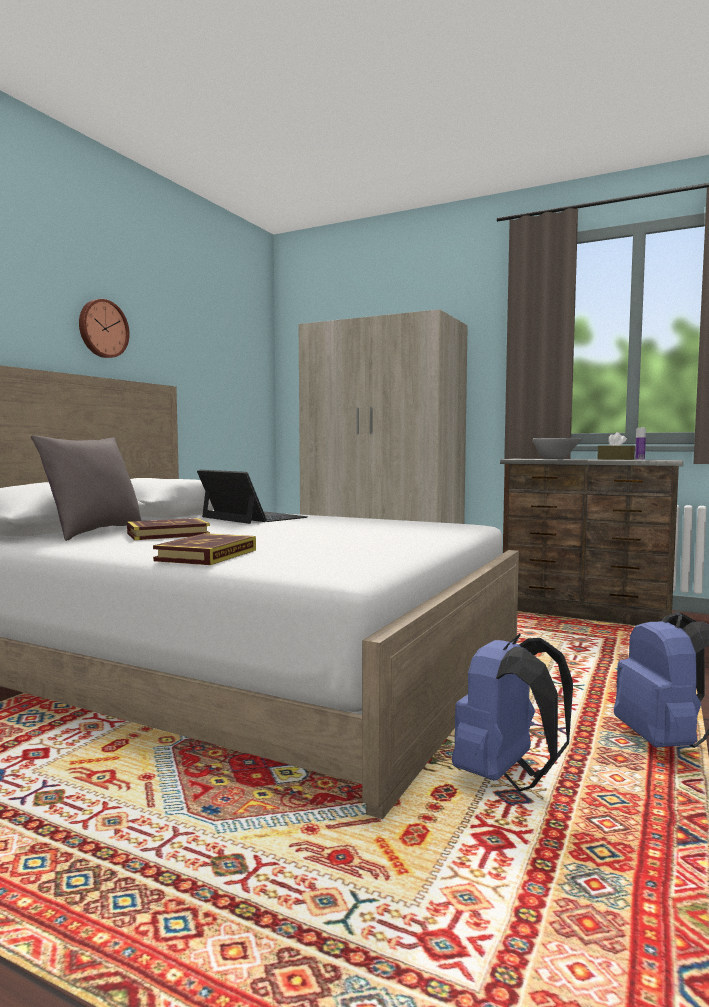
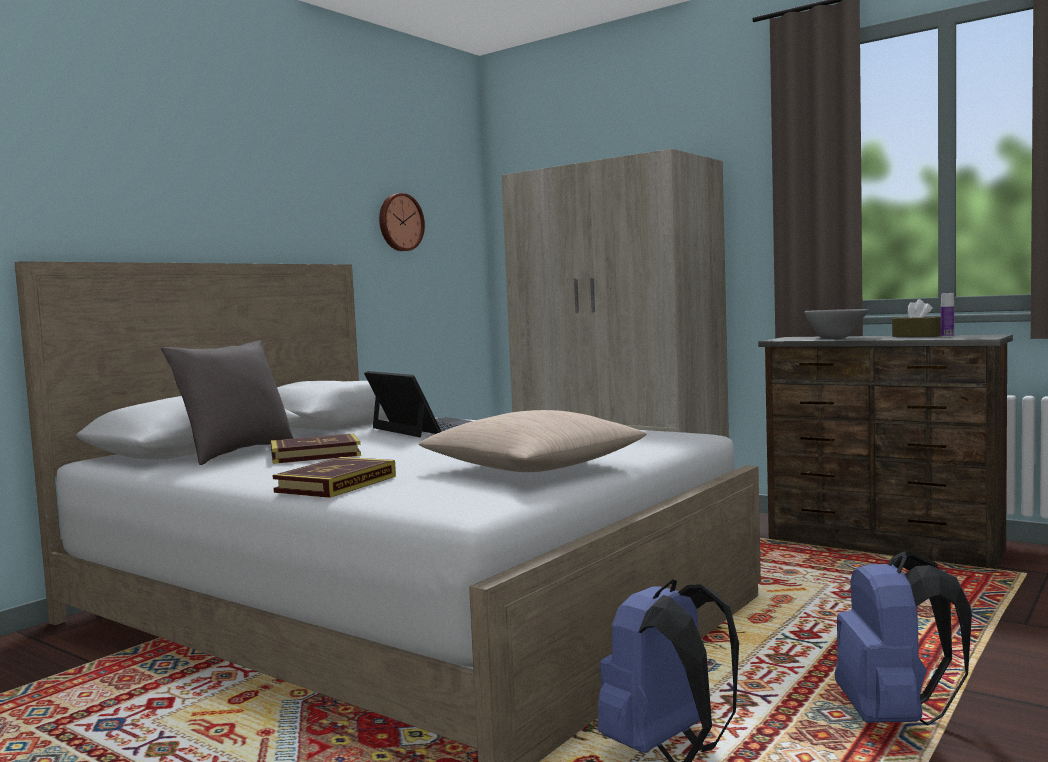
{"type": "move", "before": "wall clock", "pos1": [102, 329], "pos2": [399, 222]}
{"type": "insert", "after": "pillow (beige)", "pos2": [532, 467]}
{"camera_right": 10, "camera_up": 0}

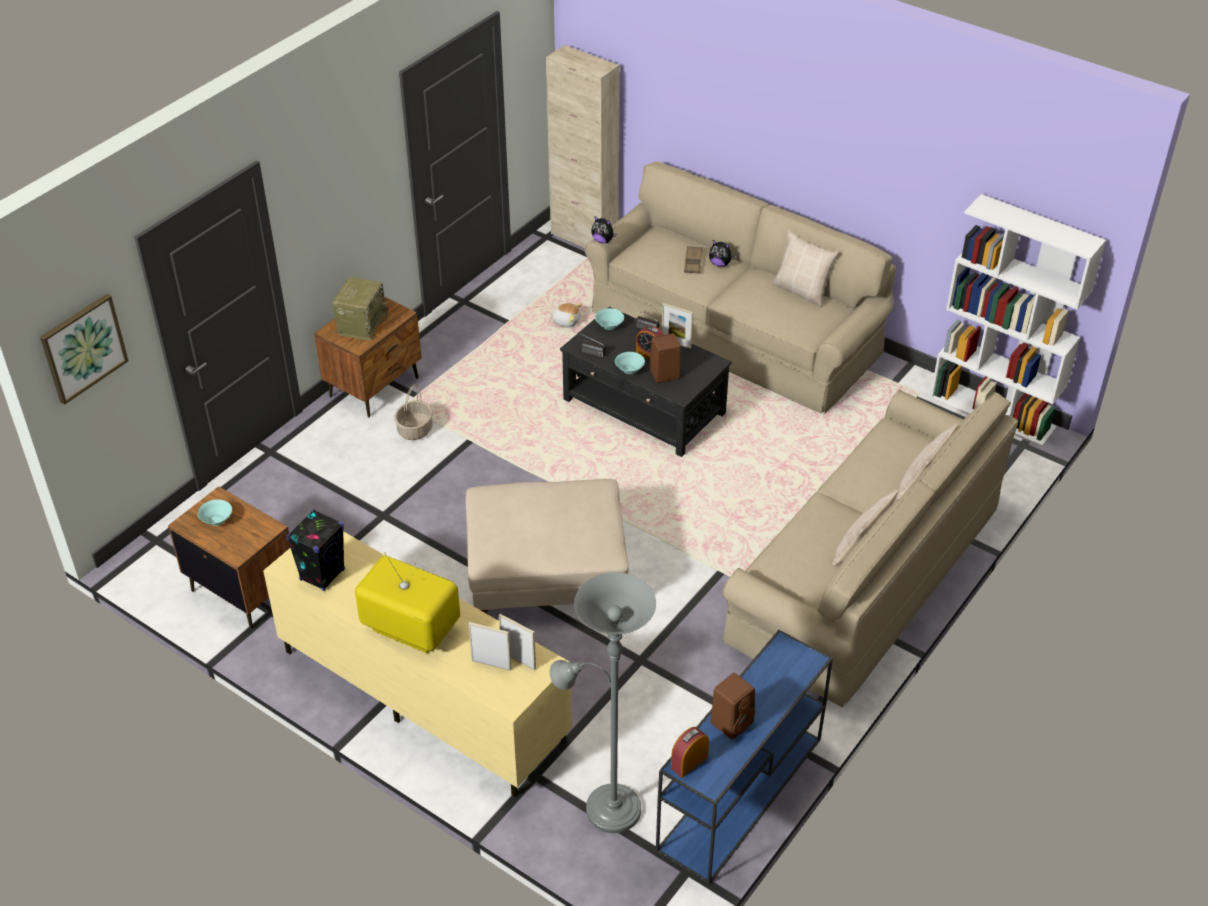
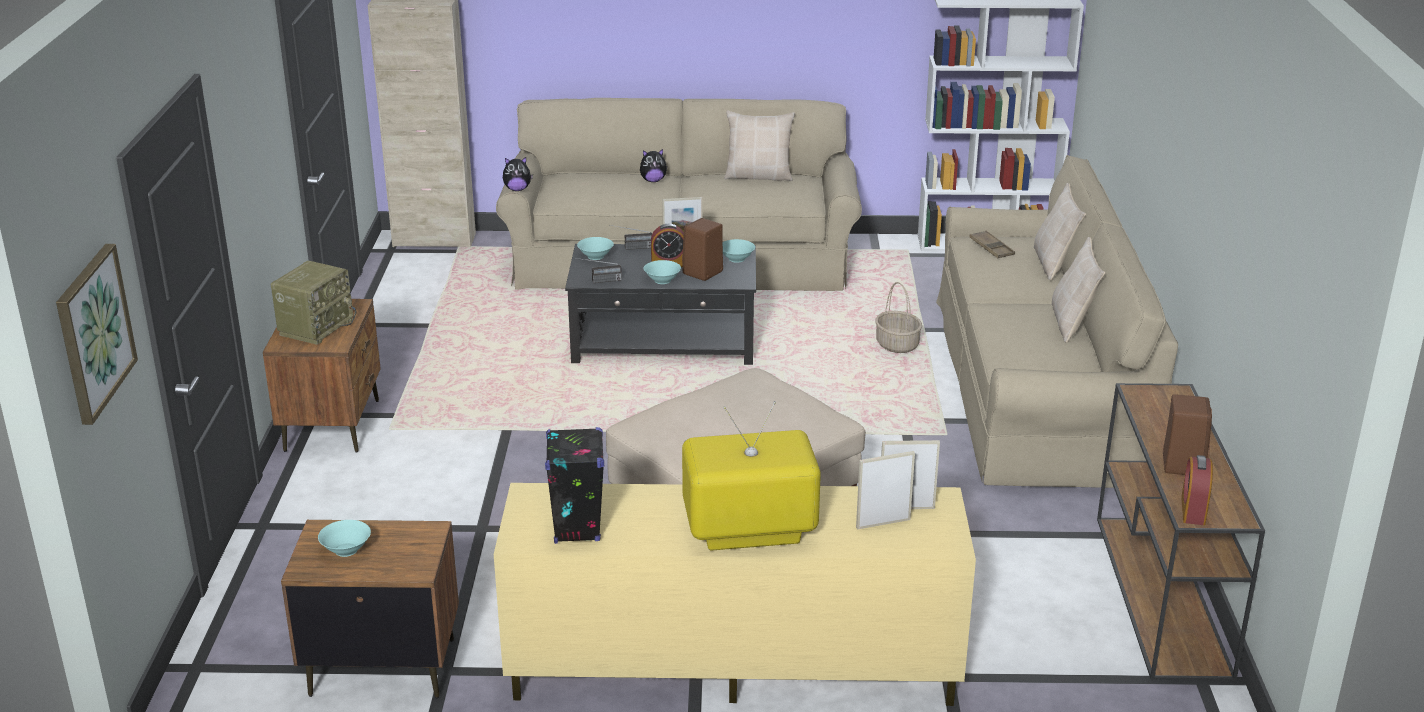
{"type": "move", "before": "tray (brown)", "pos1": [693, 262], "pos2": [991, 248]}
{"type": "rotate", "before": "radio", "pos1": [362, 324], "pos2": [316, 327], "turn": 45}
{"type": "delete", "before": "plush toy", "pos1": [566, 321]}
{"type": "move", "before": "basket", "pos1": [415, 429], "pos2": [896, 344]}
{"type": "delete", "before": "floor lamp (grey)", "pos1": [606, 807]}
{"type": "recolor", "before": "console table (blue)", "after": "console table (brown)", "pos1": [739, 795], "pos2": [1162, 596]}
{"type": "insert", "after": "bowl (turquoise)", "pos2": [737, 259]}
{"camera_right": -35, "camera_up": -15}

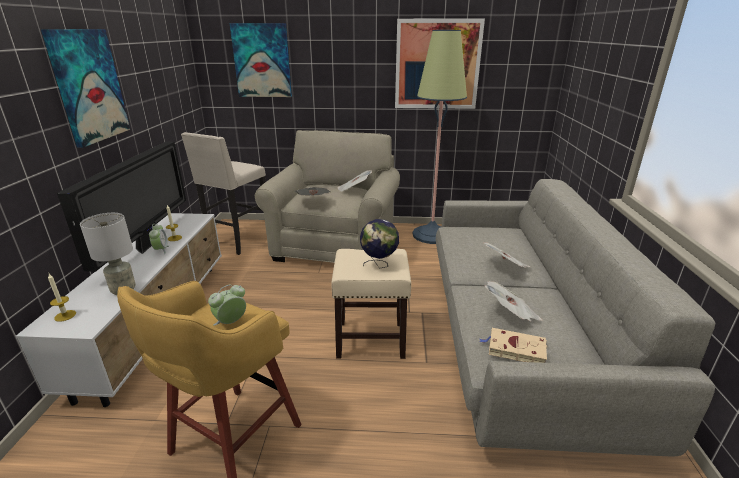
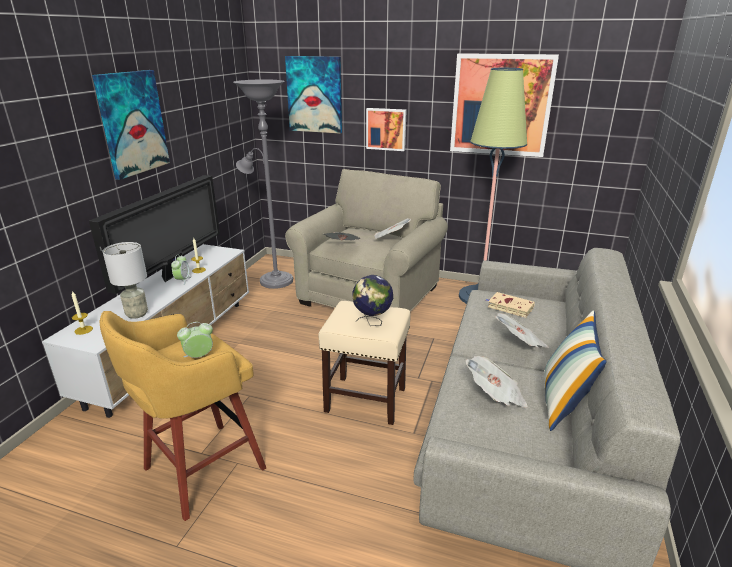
{"type": "replace", "before": "stool (beige)", "after": "floor lamp (grey)", "pos1": [237, 242], "pos2": [273, 280]}
{"type": "move", "before": "book (beige)", "pos1": [514, 349], "pos2": [509, 307]}
{"type": "insert", "after": "picture", "pos2": [386, 129]}
{"type": "insert", "after": "pillow", "pos2": [564, 403]}
{"camera_right": 15, "camera_up": 0}

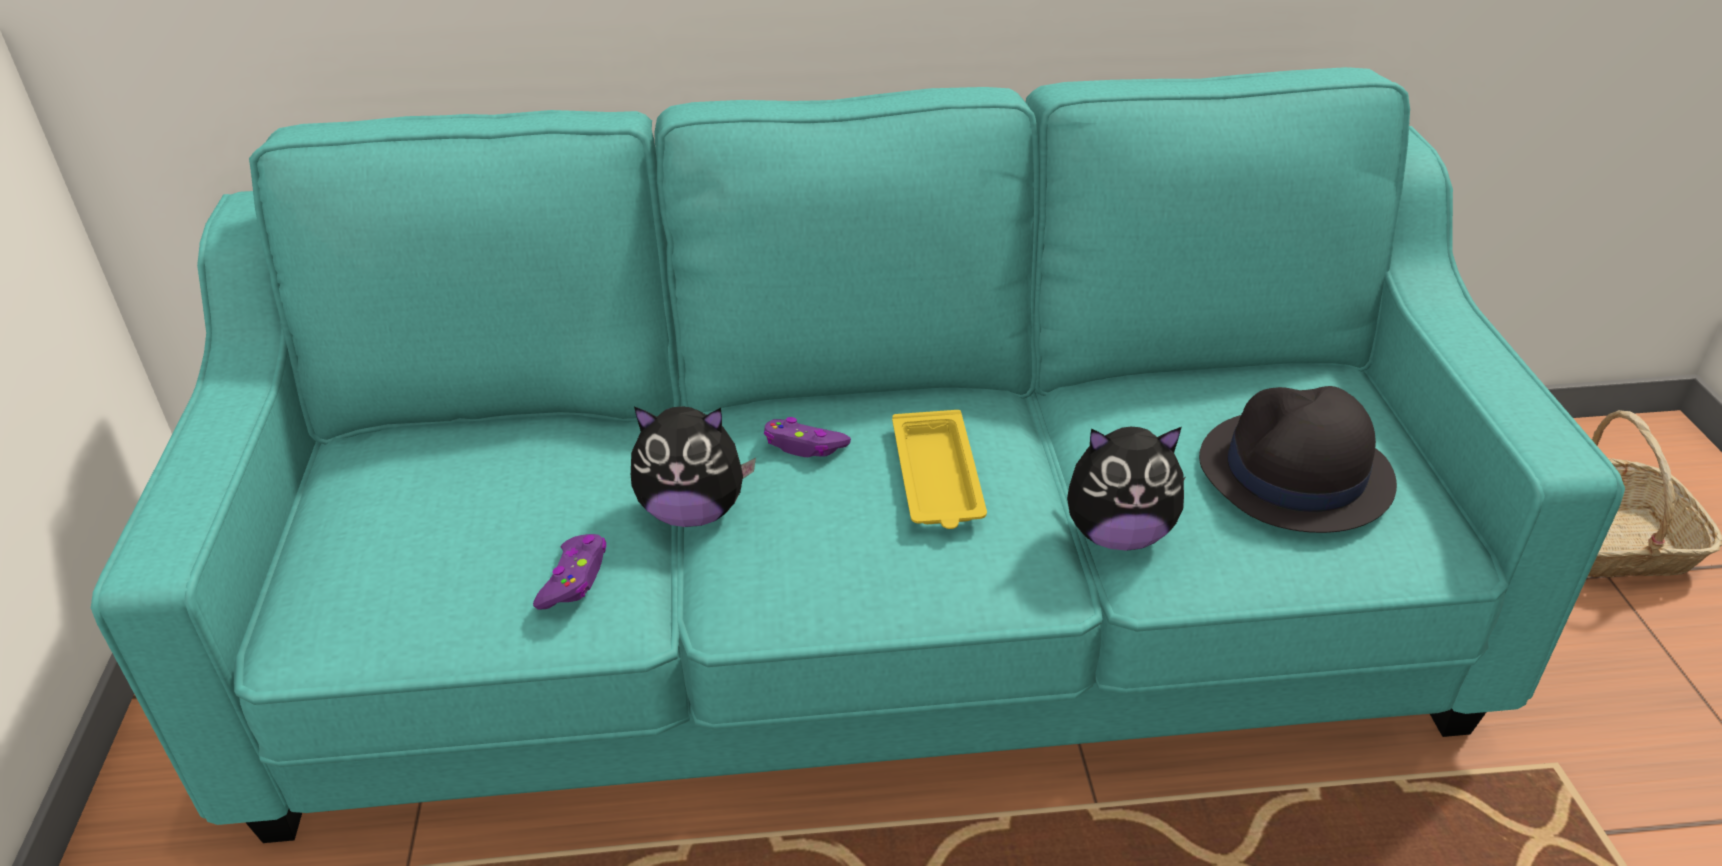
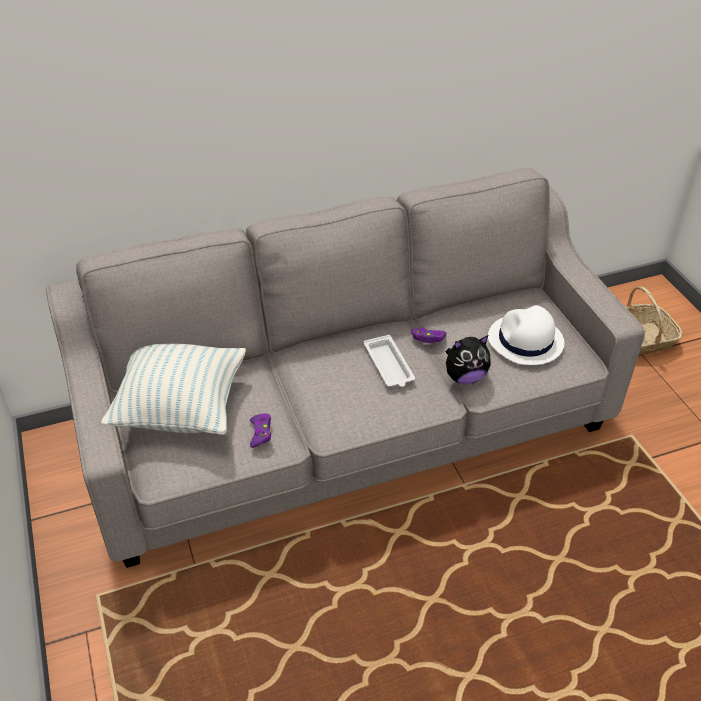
{"type": "recolor", "before": "sofa (turquoise)", "after": "sofa (grey)", "pos1": [867, 633], "pos2": [351, 431]}
{"type": "recolor", "before": "hat (black)", "after": "hat (white)", "pos1": [1294, 474], "pos2": [525, 341]}
{"type": "delete", "before": "plush toy", "pos1": [693, 512]}
{"type": "recolor", "before": "tray (yellow)", "after": "tray (white)", "pos1": [937, 479], "pos2": [389, 366]}
{"type": "move", "before": "game controller (purple)", "pos1": [804, 446], "pos2": [428, 338]}
{"type": "insert", "after": "pillow", "pos2": [181, 409]}
{"camera_right": -15, "camera_up": 5}

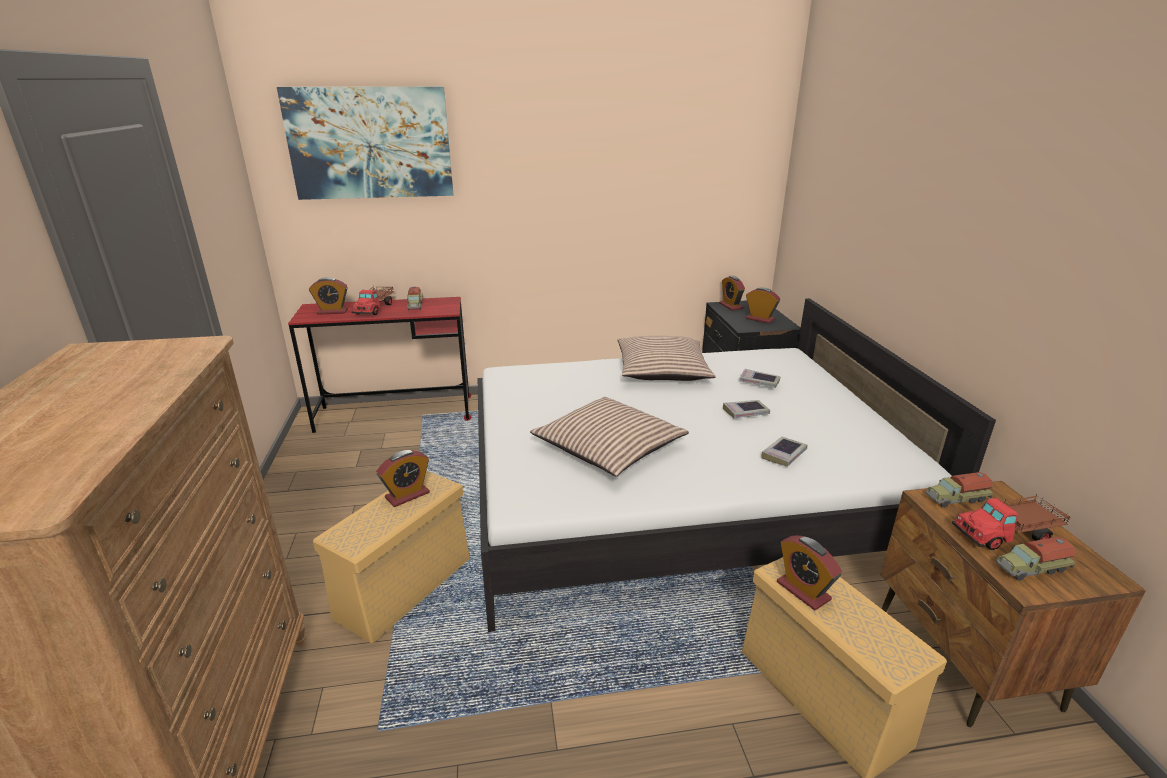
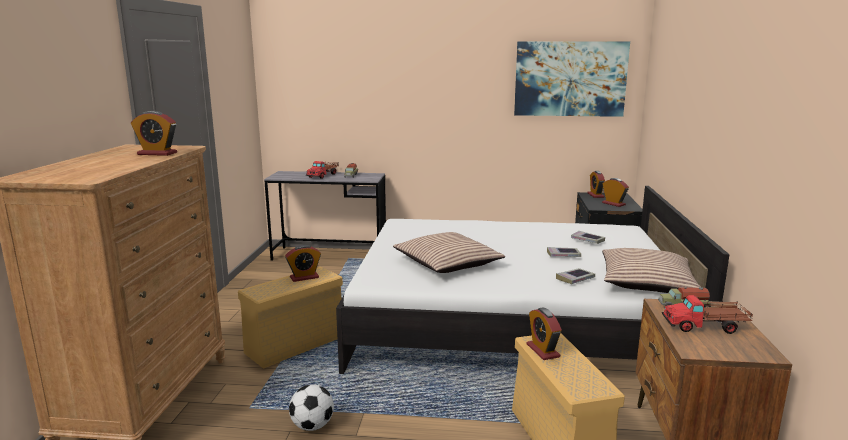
{"type": "move", "before": "picture", "pos1": [370, 143], "pos2": [570, 79]}
{"type": "move", "before": "alarm clock", "pos1": [332, 311], "pos2": [157, 153]}
{"type": "recolor", "before": "desk (red)", "after": "desk (grey)", "pos1": [395, 414], "pos2": [330, 255]}
{"type": "move", "before": "pillow", "pos1": [662, 370], "pos2": [647, 282]}
{"type": "delete", "before": "toy truck", "pos1": [1031, 568]}
{"type": "insert", "after": "football", "pos2": [312, 426]}
{"camera_right": 15, "camera_up": -10}

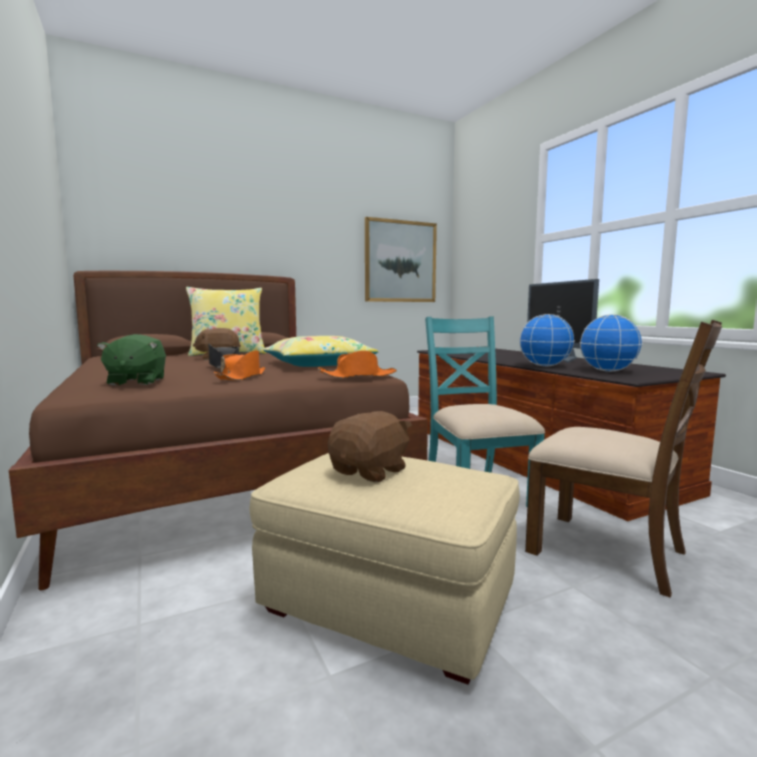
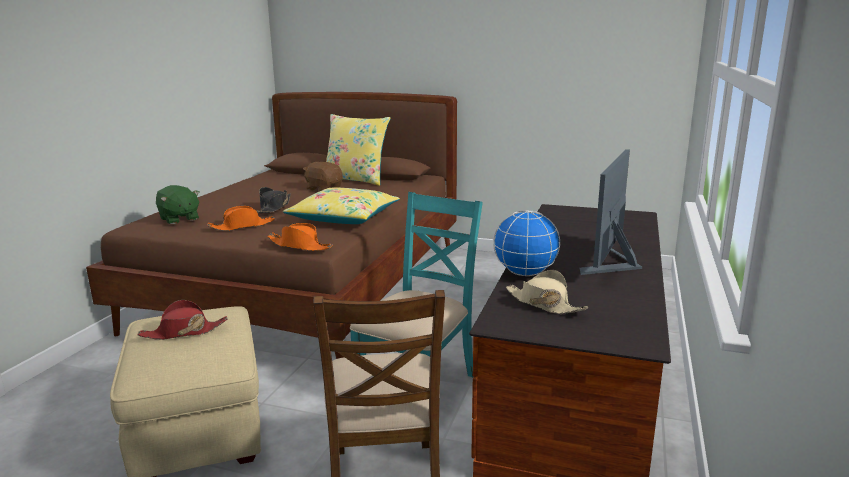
{"type": "delete", "before": "picture", "pos1": [400, 261]}
{"type": "replace", "before": "globe", "after": "hat (beige)", "pos1": [607, 371], "pos2": [543, 304]}
{"type": "rotate", "before": "plush toy (green)", "pos1": [136, 382], "pos2": [179, 219], "turn": -75}
{"type": "replace", "before": "plush toy (brown)", "after": "hat (red)", "pos1": [370, 471], "pos2": [183, 332]}
{"camera_right": 45, "camera_up": 10}

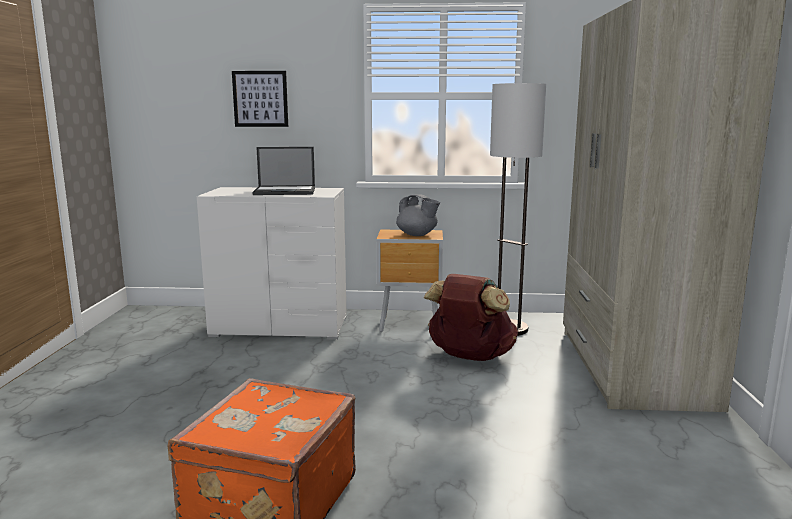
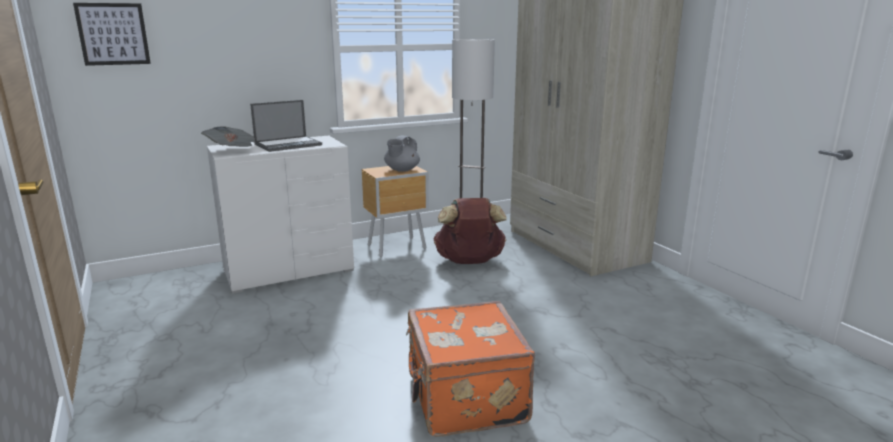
{"type": "move", "before": "picture", "pos1": [260, 99], "pos2": [113, 34]}
{"type": "rotate", "before": "teapot (grey)", "pos1": [417, 235], "pos2": [401, 170], "turn": 105}
{"type": "insert", "after": "newspaper", "pos2": [233, 151]}
{"camera_right": -30, "camera_up": 5}

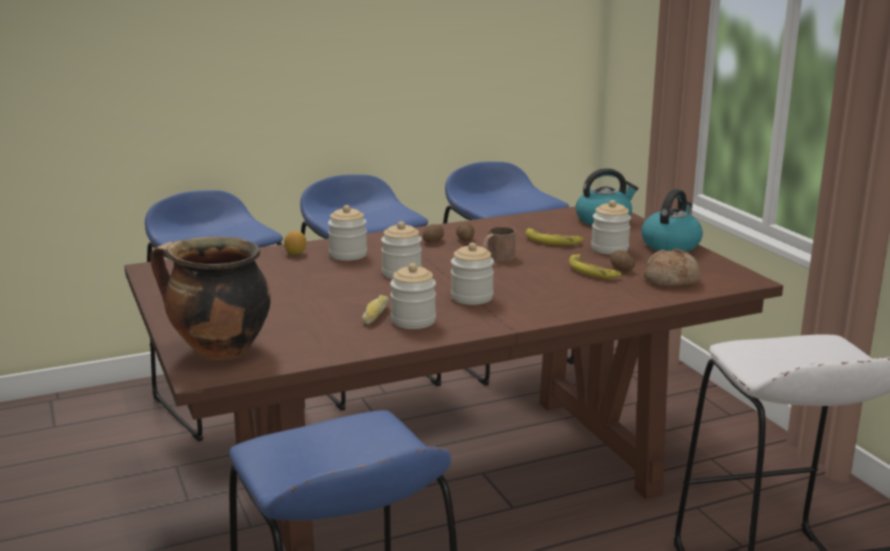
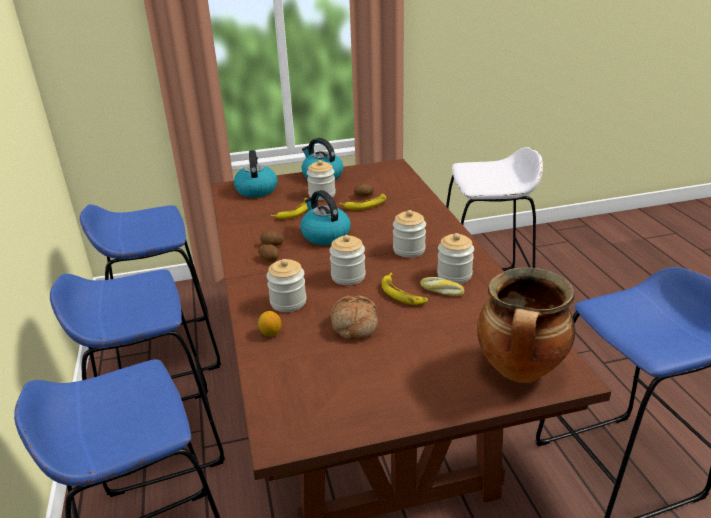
{"type": "replace", "before": "mug (brown)", "after": "kettle", "pos1": [496, 258], "pos2": [325, 235]}
{"type": "move", "before": "bread", "pos1": [671, 280], "pos2": [353, 325]}
{"type": "insert", "after": "banana", "pos2": [402, 294]}
{"camera_right": -80, "camera_up": 10}

